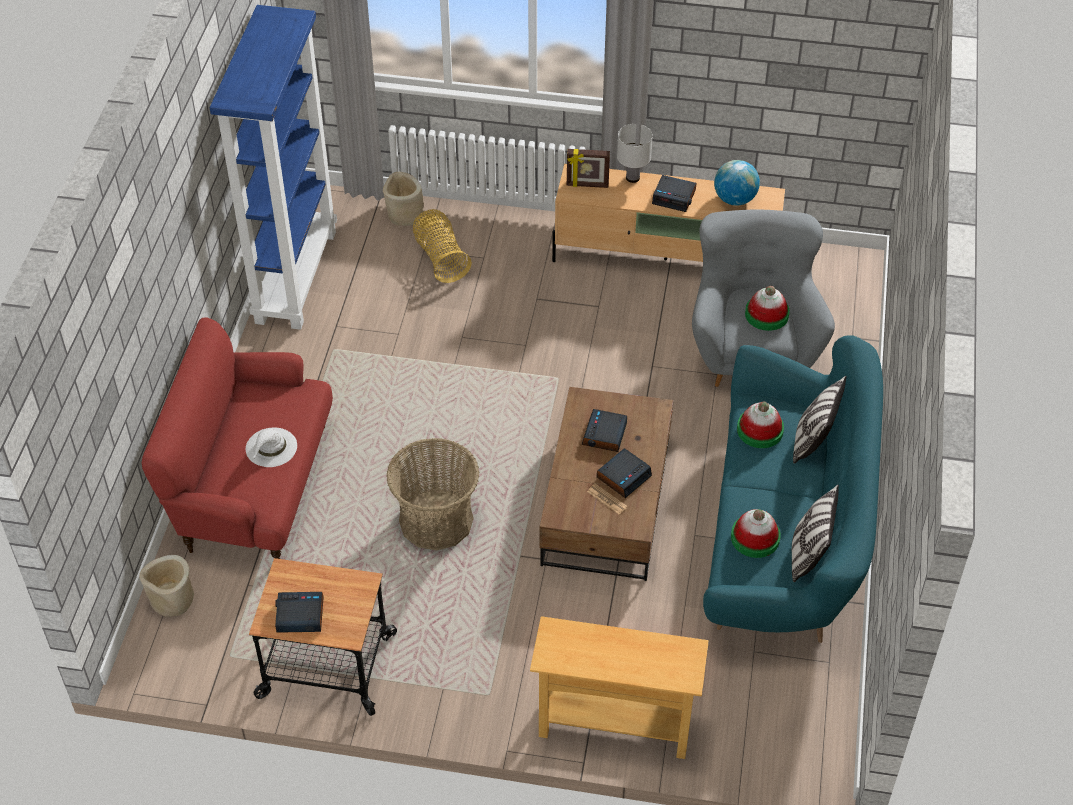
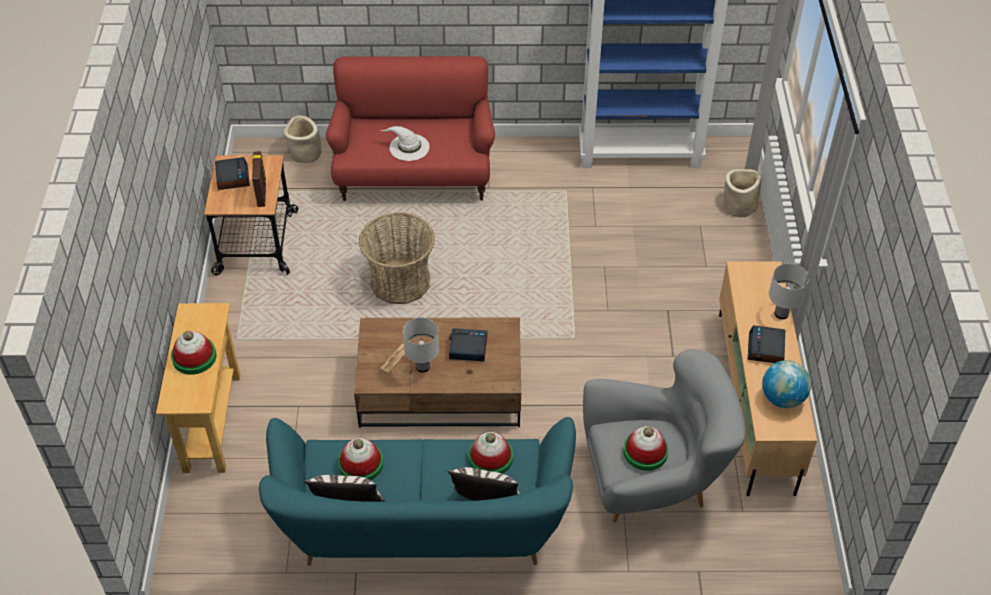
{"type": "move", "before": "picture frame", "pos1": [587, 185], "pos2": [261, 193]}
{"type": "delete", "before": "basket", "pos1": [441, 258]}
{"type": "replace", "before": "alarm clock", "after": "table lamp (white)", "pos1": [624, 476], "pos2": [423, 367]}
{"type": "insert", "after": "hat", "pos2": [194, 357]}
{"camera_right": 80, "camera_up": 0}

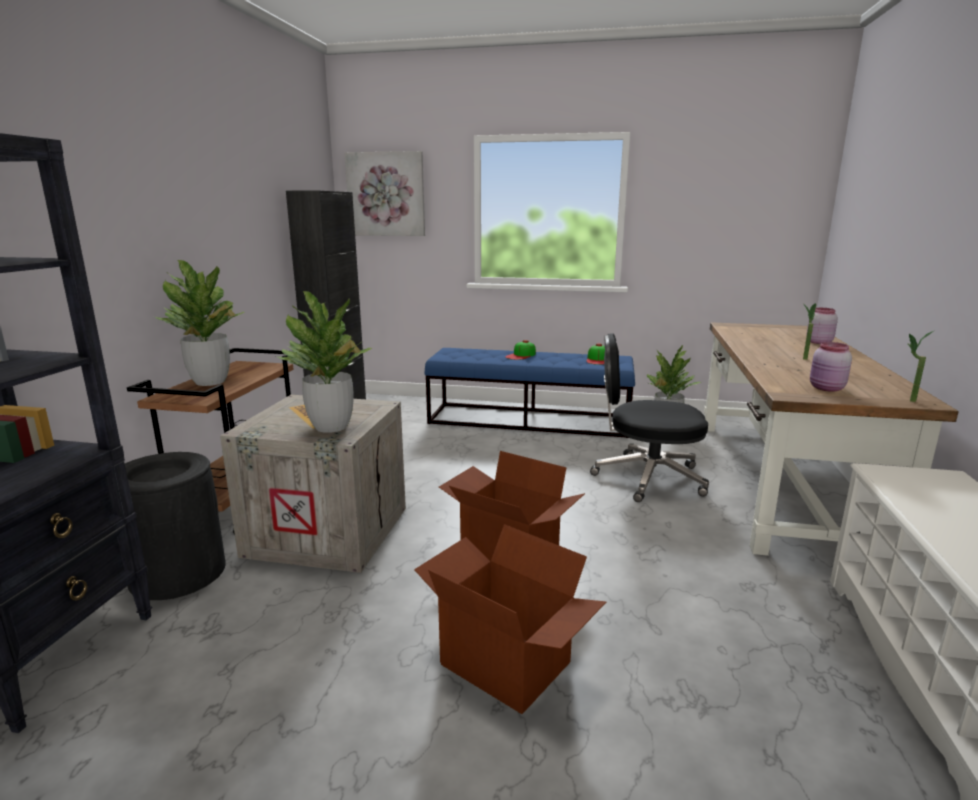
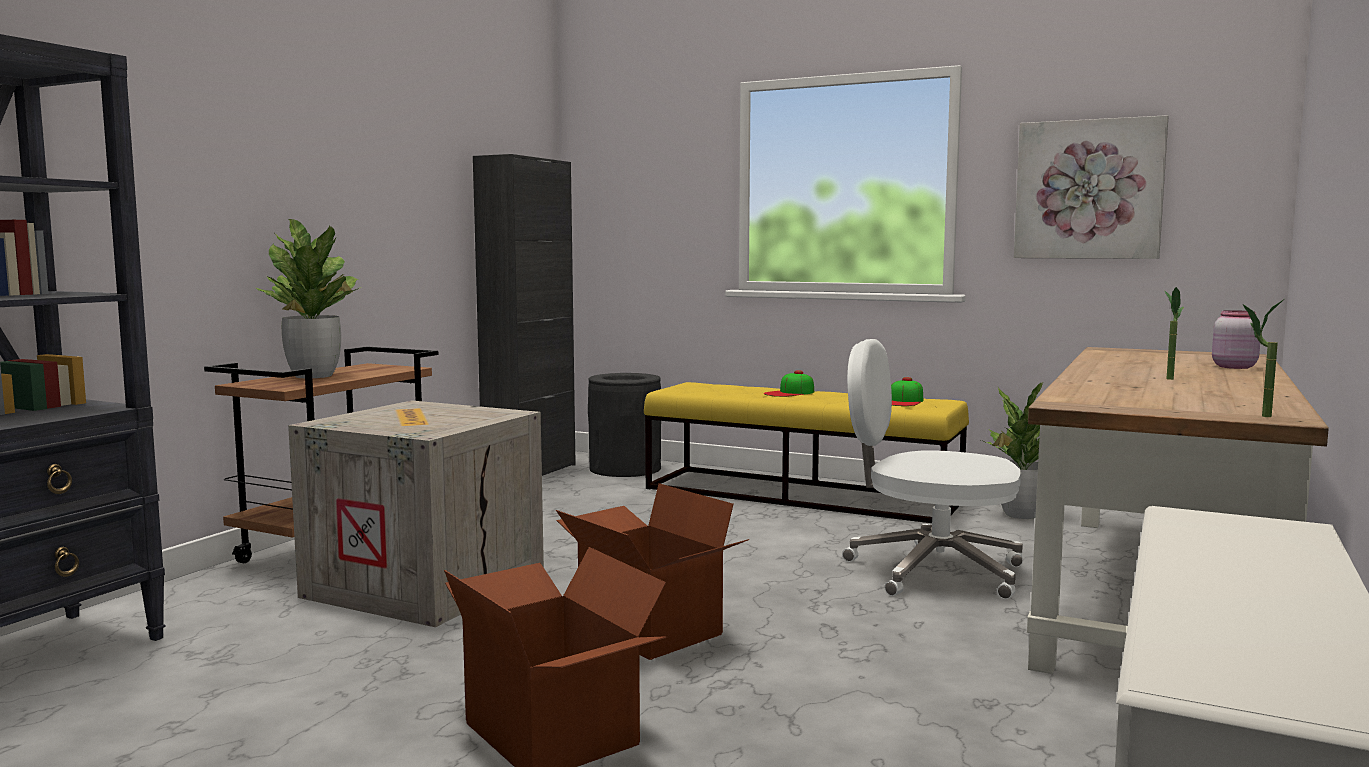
{"type": "move", "before": "picture", "pos1": [386, 194], "pos2": [1088, 189]}
{"type": "delete", "before": "potted plant", "pos1": [331, 427]}
{"type": "recolor", "before": "office chair (black)", "after": "office chair (white)", "pos1": [646, 477], "pos2": [931, 571]}
{"type": "delete", "before": "jar (pink)", "pos1": [826, 388]}
{"type": "recolor", "before": "bench (blue)", "after": "bench (yellow)", "pos1": [530, 420], "pos2": [801, 495]}
{"type": "move", "before": "trash can (black)", "pos1": [178, 573], "pos2": [625, 468]}
{"camera_right": 15, "camera_up": -10}

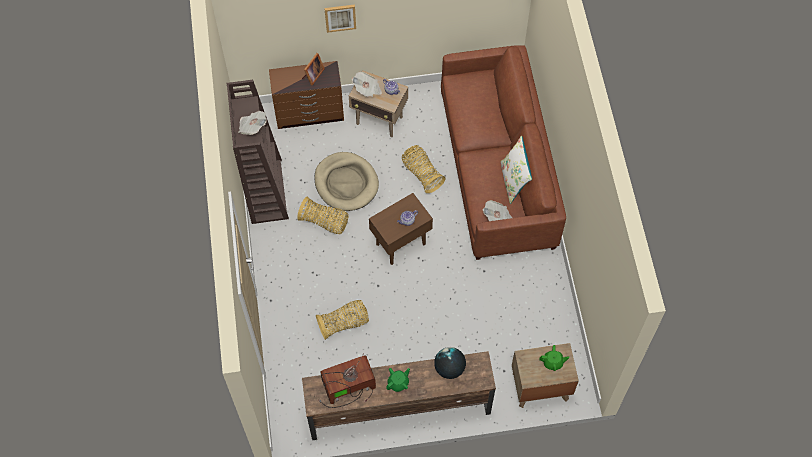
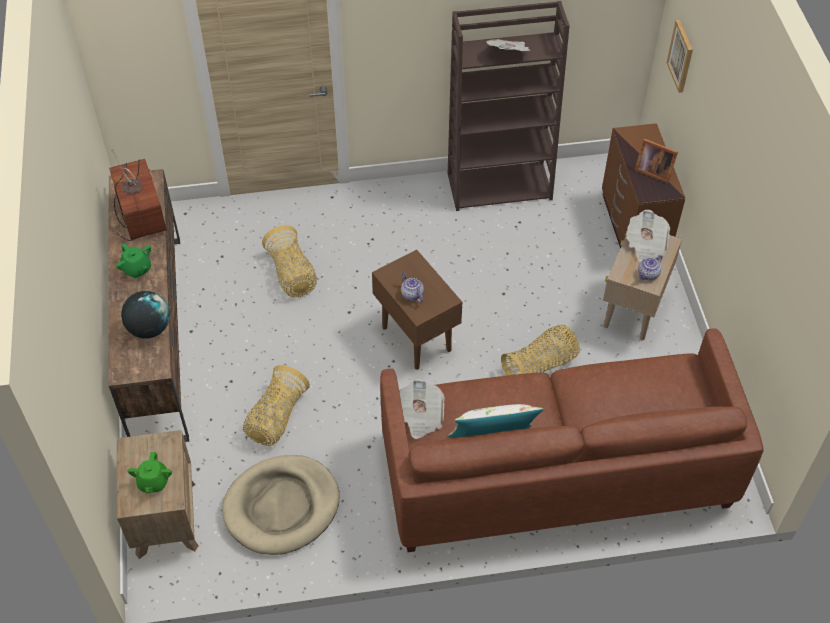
{"type": "move", "before": "picture", "pos1": [340, 17], "pos2": [681, 56]}
{"type": "move", "before": "dog bed (beige)", "pos1": [346, 183], "pos2": [282, 507]}
{"type": "move", "before": "basket", "pos1": [324, 222], "pos2": [276, 418]}
{"camera_right": 90, "camera_up": -10}

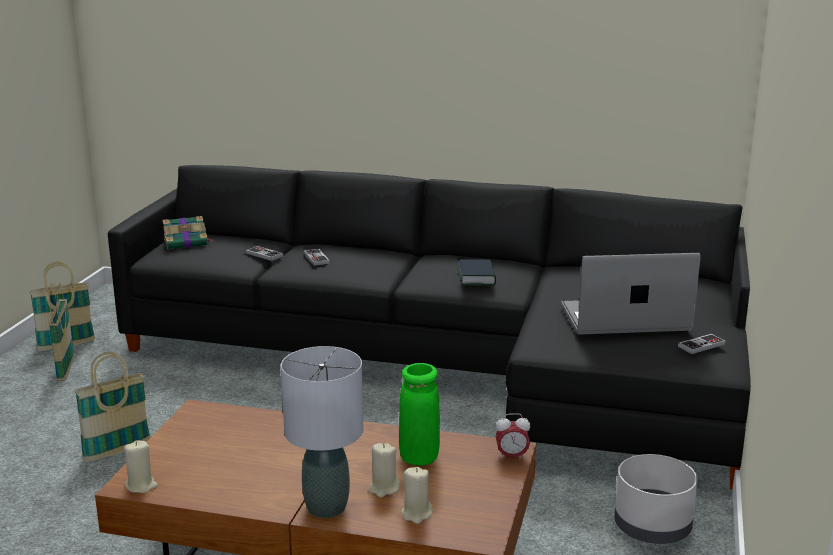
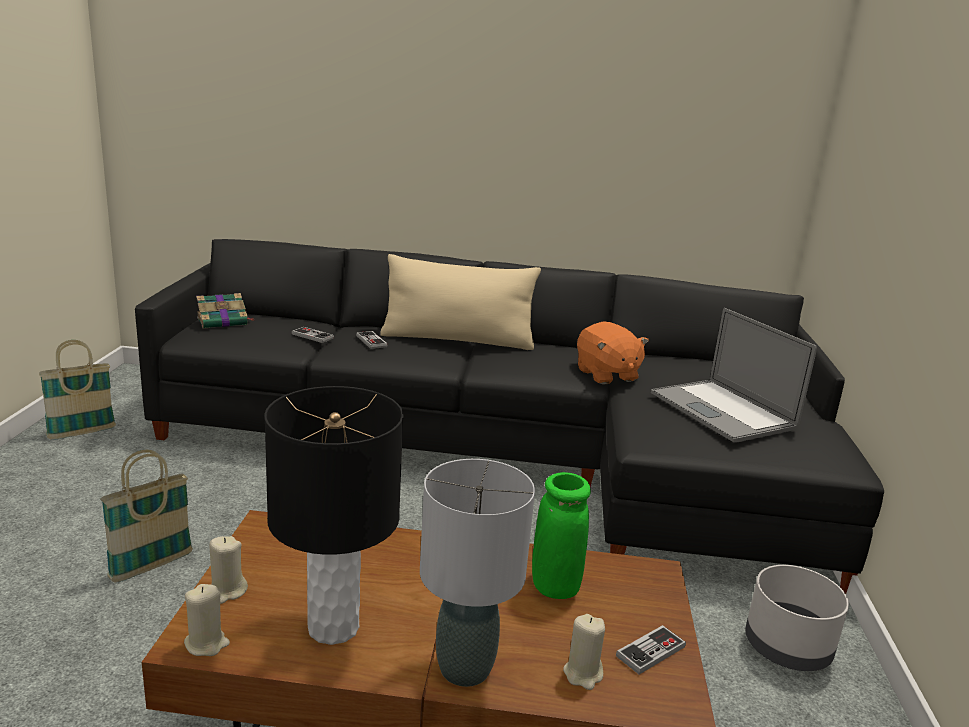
{"type": "rotate", "before": "laptop", "pos1": [624, 318], "pos2": [721, 410], "turn": -105}
{"type": "delete", "before": "book", "pos1": [477, 278]}
{"type": "delete", "before": "basket", "pos1": [66, 370]}
{"type": "move", "before": "game controller", "pos1": [701, 345], "pos2": [650, 651]}
{"type": "delete", "before": "alarm clock", "pos1": [512, 457]}
{"type": "move", "before": "candle (beige)", "pos1": [384, 488], "pos2": [227, 591]}
{"type": "insert", "after": "pillow (beige)", "pos2": [457, 340]}
{"type": "insert", "after": "plush toy (orange)", "pos2": [606, 375]}
{"type": "insert", "after": "table lamp (black)", "pos2": [333, 628]}
{"camera_right": -10, "camera_up": 0}

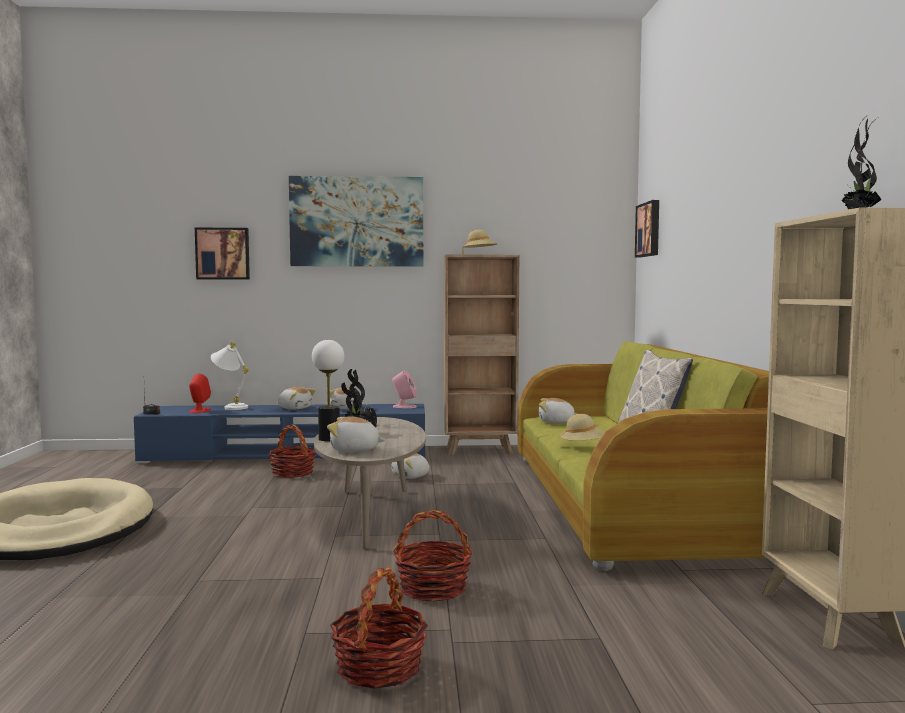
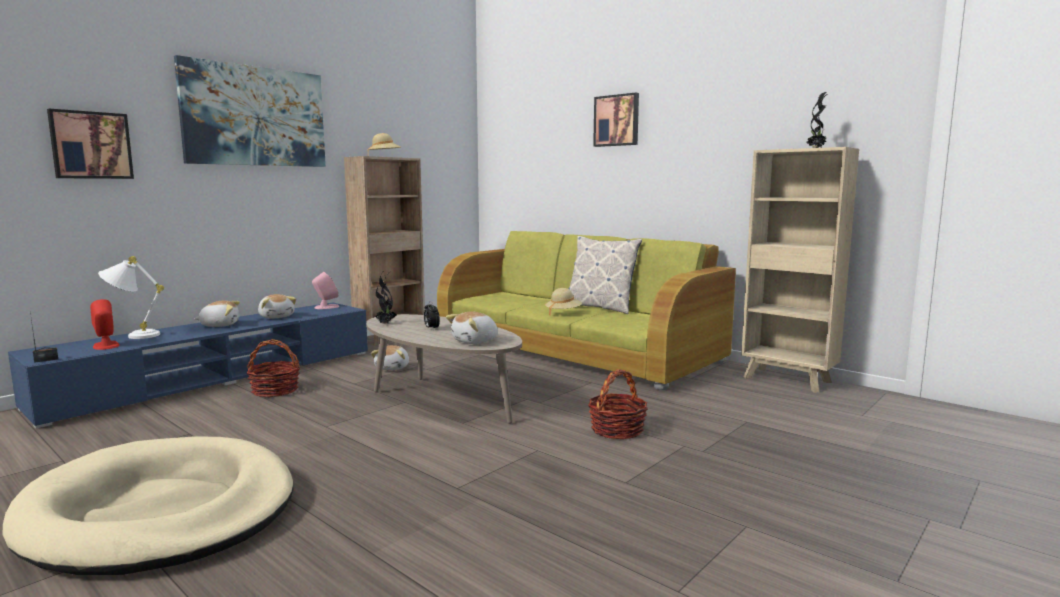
{"type": "move", "before": "picture", "pos1": [649, 229], "pos2": [617, 120]}
{"type": "delete", "before": "table lamp", "pos1": [329, 439]}
{"type": "delete", "before": "plush toy", "pos1": [556, 422]}
{"type": "delete", "before": "basket", "pos1": [379, 668]}
{"camera_right": -45, "camera_up": 5}

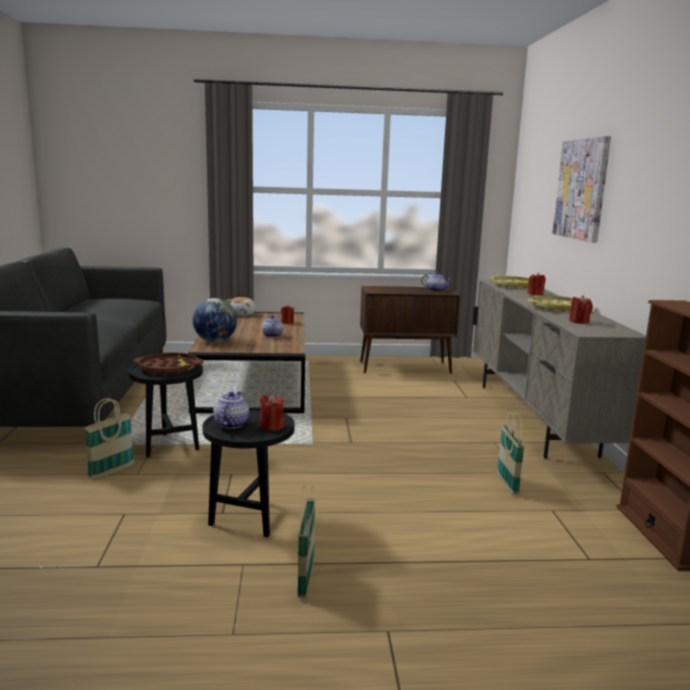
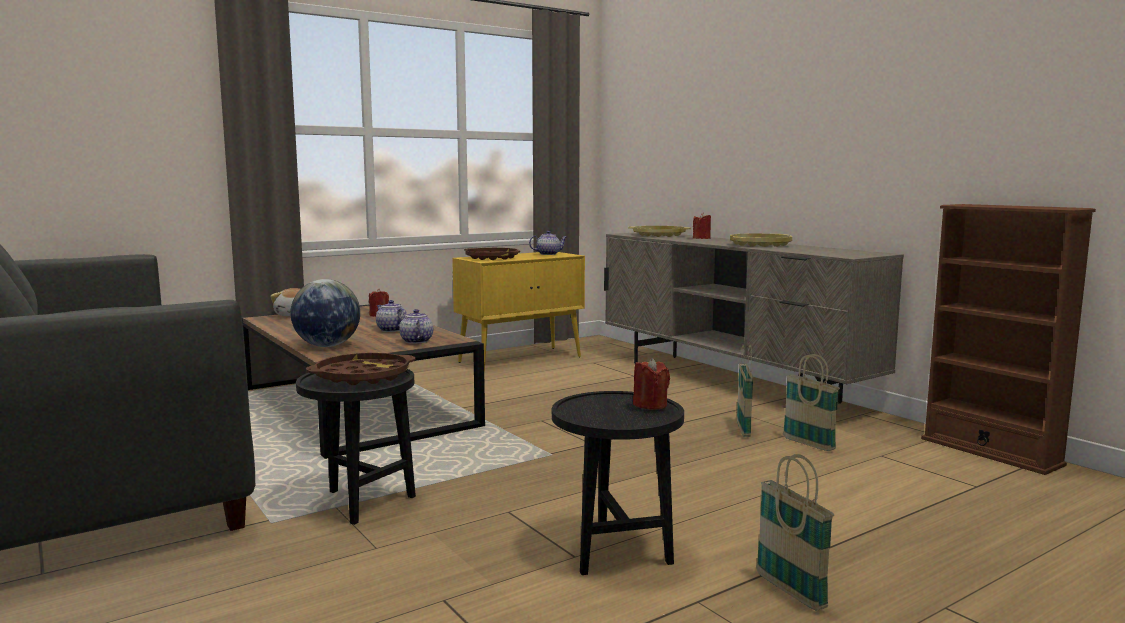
{"type": "delete", "before": "picture", "pos1": [581, 189]}
{"type": "recolor", "before": "cabinet (brown)", "after": "cabinet (yellow)", "pos1": [405, 367], "pos2": [521, 359]}
{"type": "delete", "before": "candle (red)", "pos1": [579, 322]}
{"type": "move", "before": "teapot", "pos1": [231, 424], "pos2": [416, 341]}
{"type": "move", "before": "basket", "pos1": [111, 471], "pos2": [743, 429]}
{"type": "insert", "after": "tray (brown)", "pos2": [492, 258]}
{"camera_right": -30, "camera_up": -5}

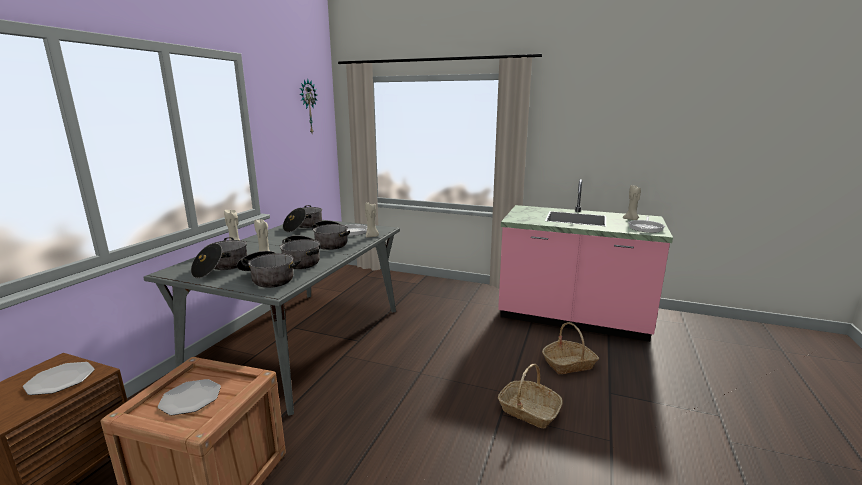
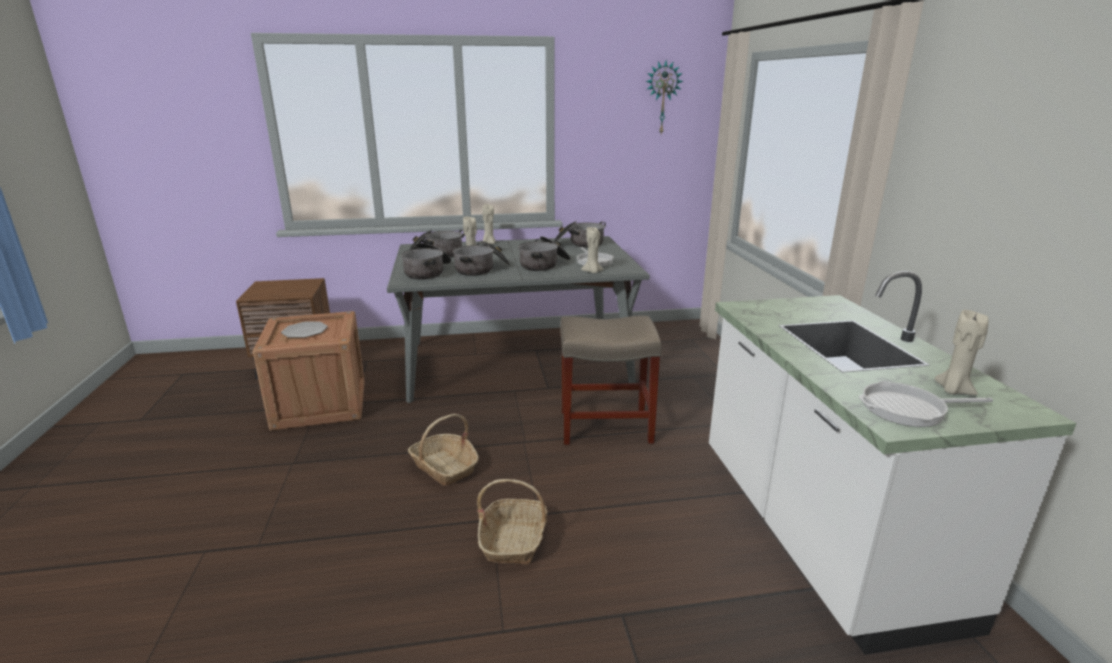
{"type": "recolor", "before": "counter (pink)", "after": "counter (white)", "pos1": [572, 318], "pos2": [818, 532]}
{"type": "move", "before": "basket", "pos1": [569, 364], "pos2": [444, 467]}
{"type": "delete", "before": "plate", "pos1": [60, 379]}
{"type": "insert", "after": "stool (beige)", "pos2": [604, 426]}
{"camera_right": 60, "camera_up": 5}

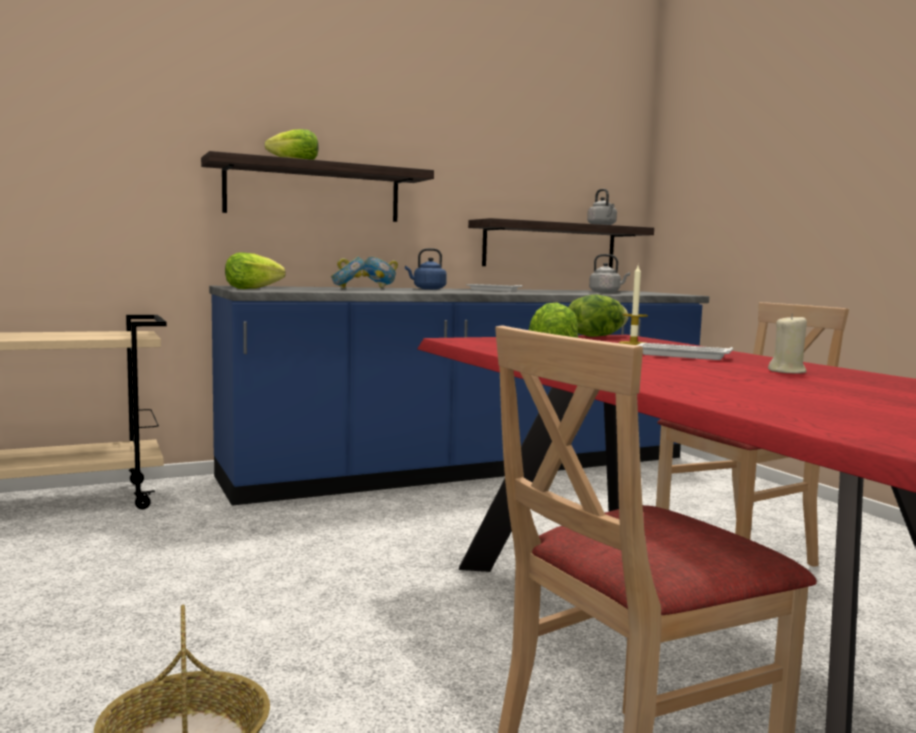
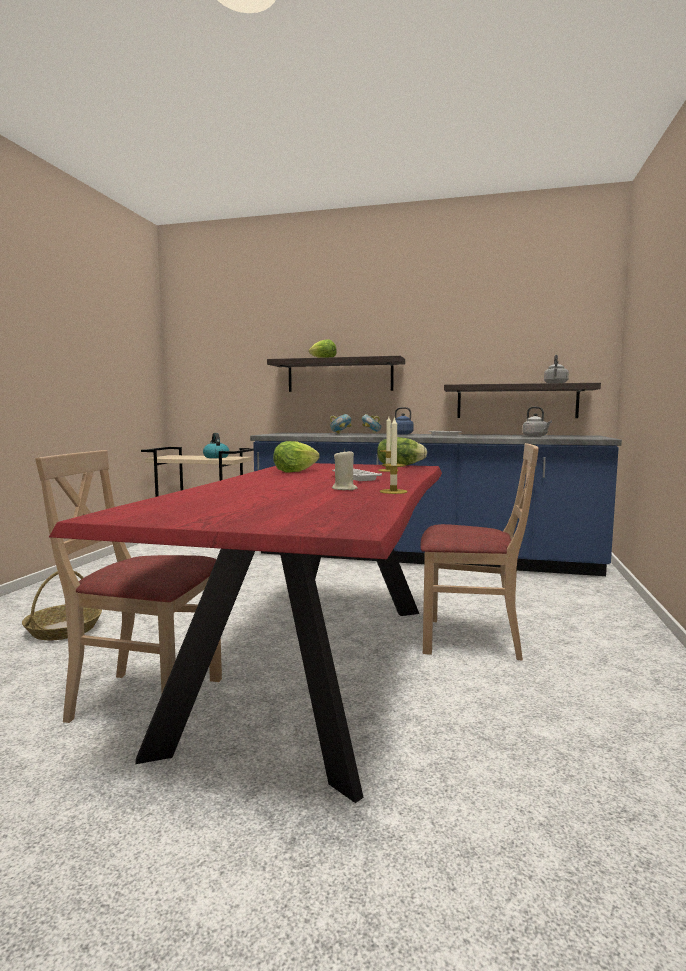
{"type": "delete", "before": "lettuce", "pos1": [251, 289]}
{"type": "insert", "after": "candle", "pos2": [393, 491]}
{"type": "insert", "after": "kettle", "pos2": [216, 457]}
{"camera_right": 40, "camera_up": 0}

